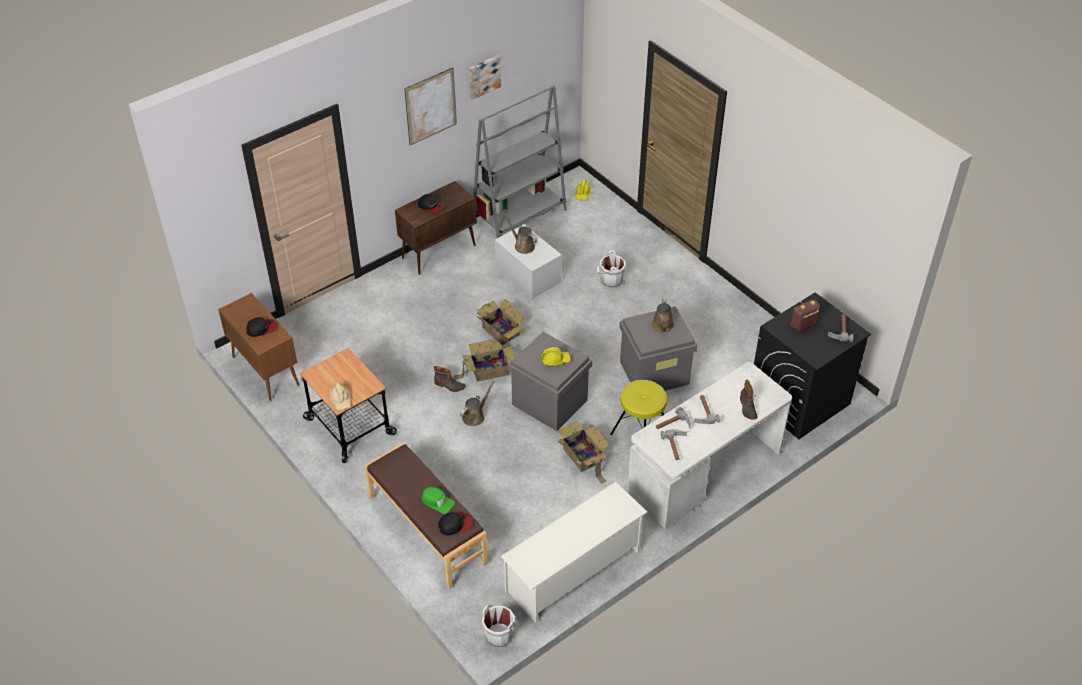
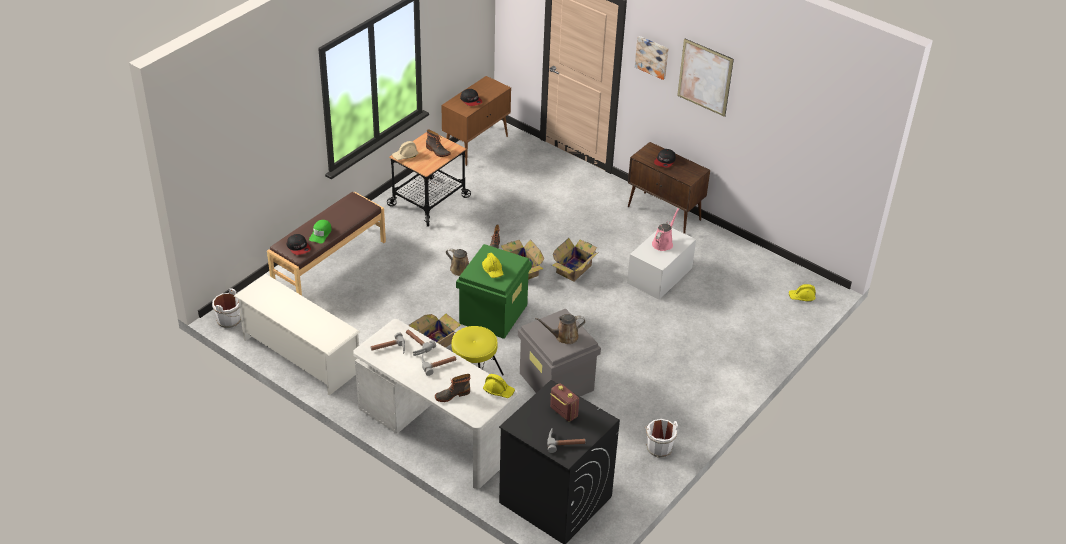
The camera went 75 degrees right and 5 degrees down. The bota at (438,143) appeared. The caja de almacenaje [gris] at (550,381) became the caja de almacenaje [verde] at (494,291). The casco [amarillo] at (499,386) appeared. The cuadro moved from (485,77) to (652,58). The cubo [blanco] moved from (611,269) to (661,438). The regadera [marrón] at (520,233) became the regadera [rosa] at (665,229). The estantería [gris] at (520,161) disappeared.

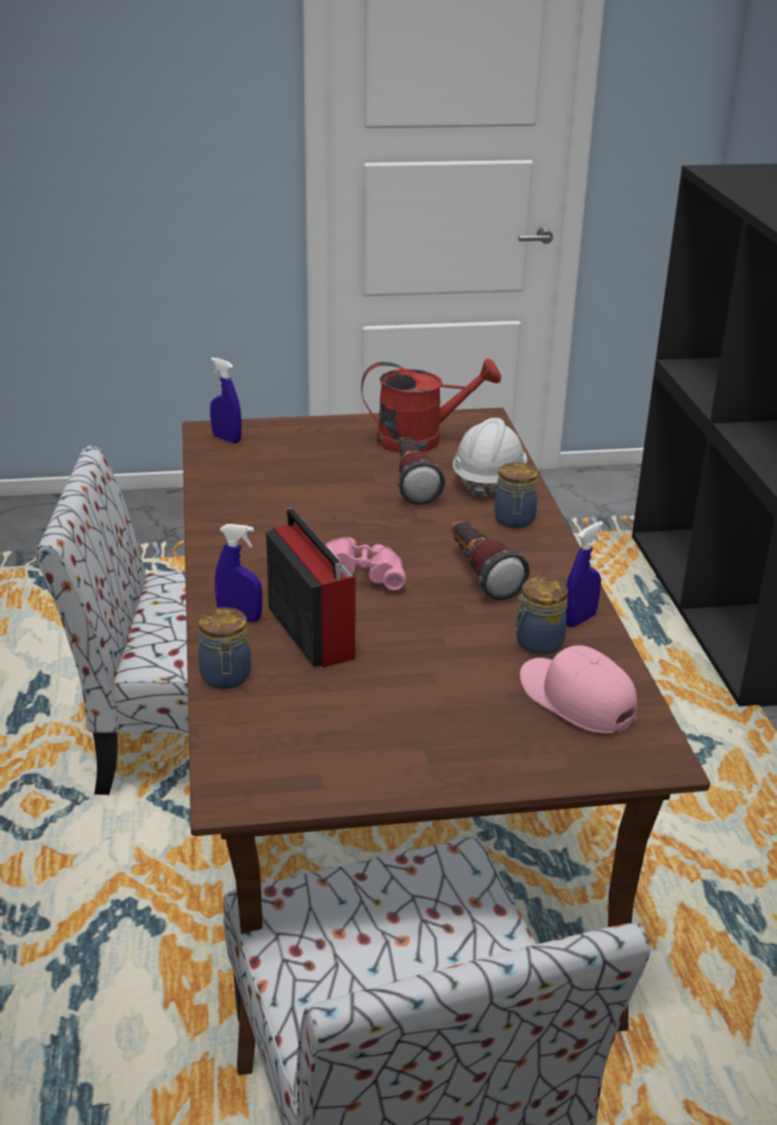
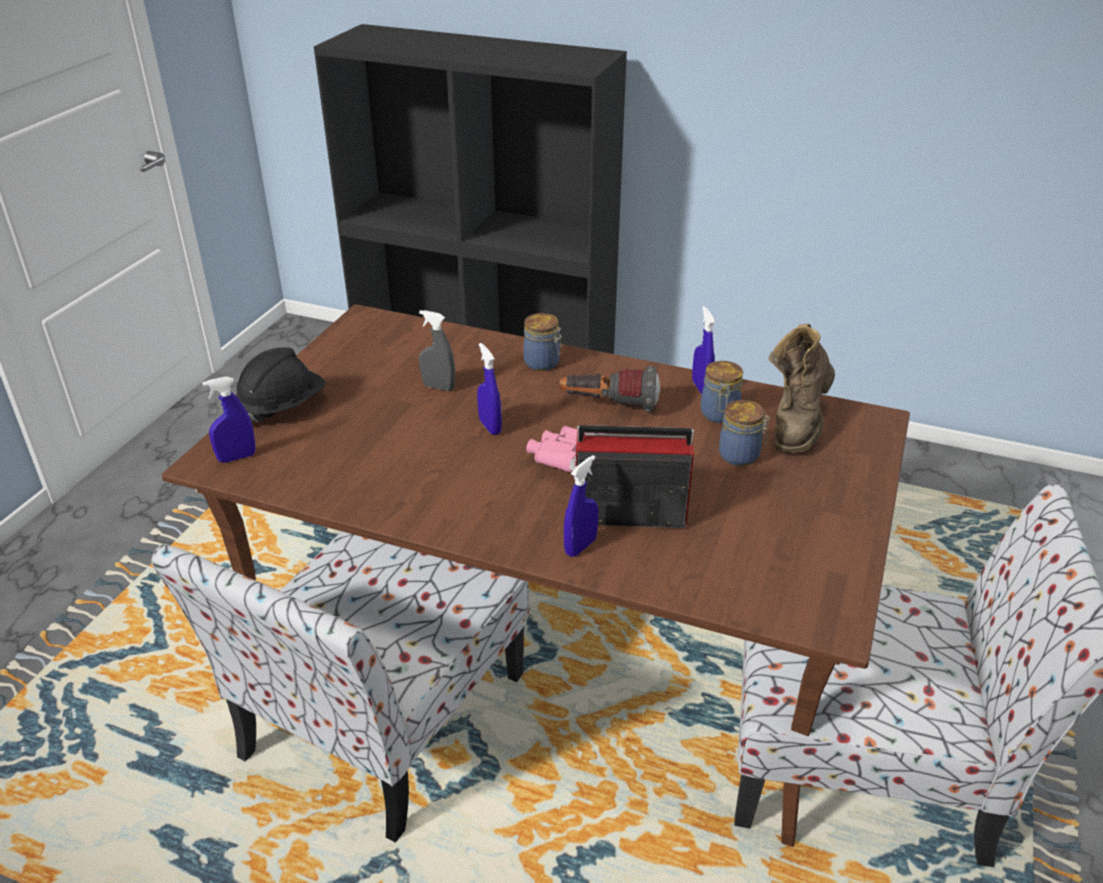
The camera went 60 degrees left and 5 degrees up. The casco [negro] at (280,385) appeared. The linterna at (421,471) was replaced by the pulverizador [gris] at (437,350). The pulverizador [azul] at (489,389) appeared. The tarro moved from (224,648) to (744,433). The gorra [rosa] at (578,689) was replaced by the bota [marrón] at (802,388). The regadera [rojo] at (431,406) disappeared. The casco [blanco] at (490,459) disappeared.

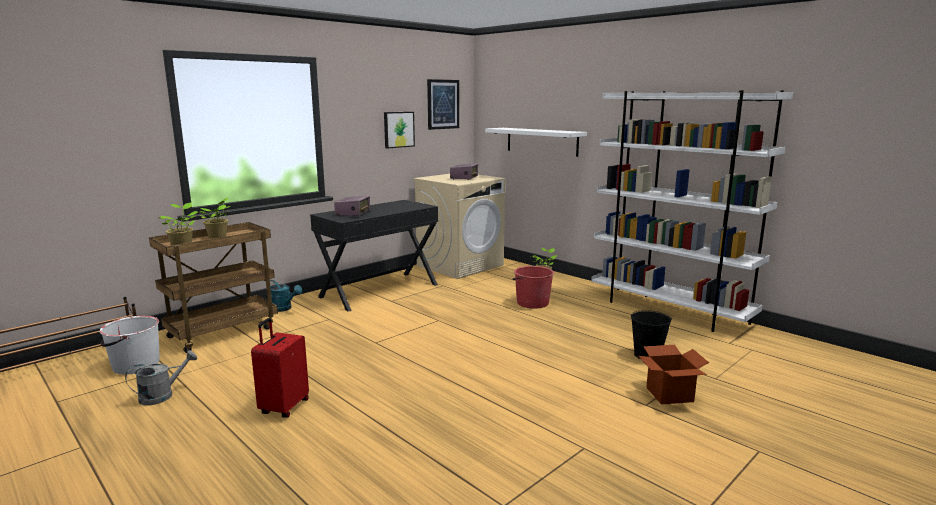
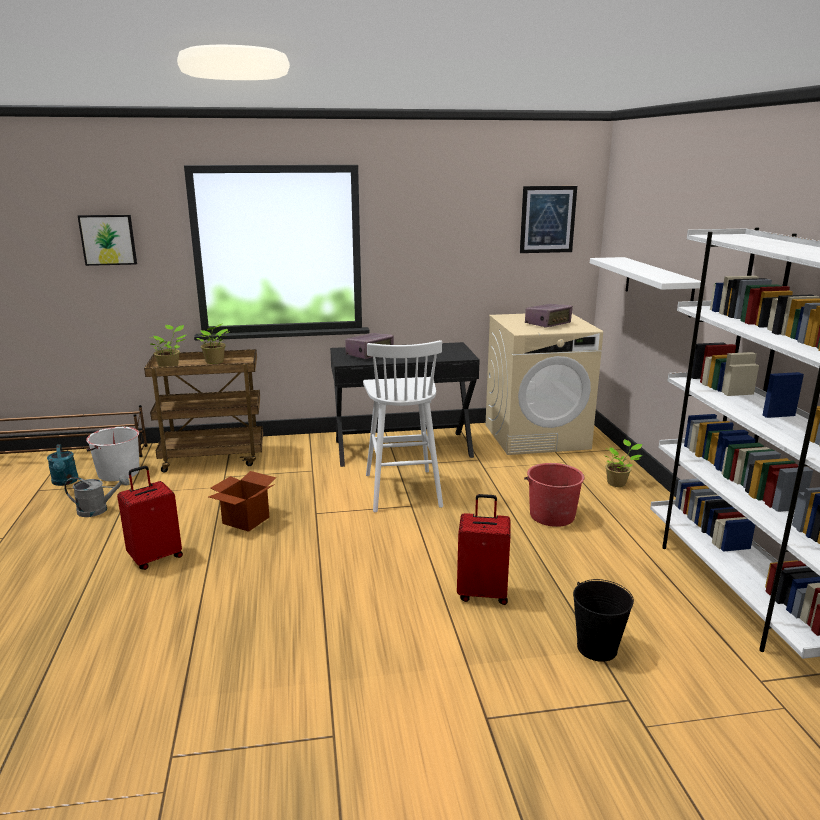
The camera went 35 degrees right and 5 degrees up. The regadera [turquesa] moved from (286,296) to (62,465). The cuadro moved from (399,130) to (107,240). The caja de cartón moved from (673,374) to (242,501). The taburete [blanco] at (403,426) appeared. The maleta [rojo] at (483,549) appeared.

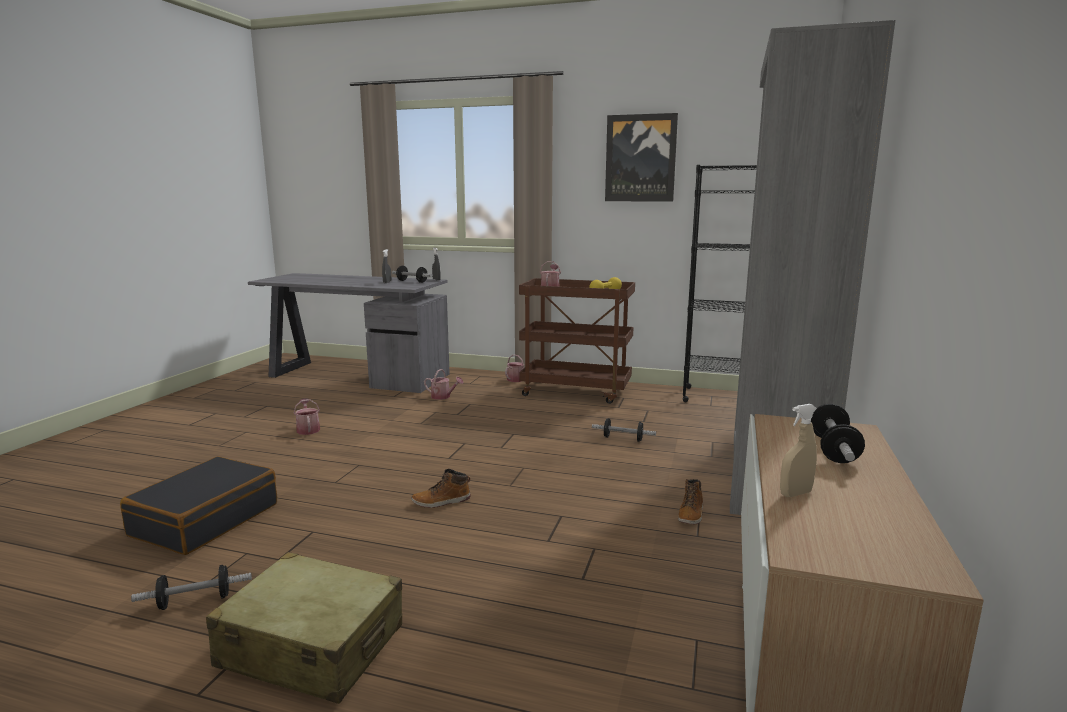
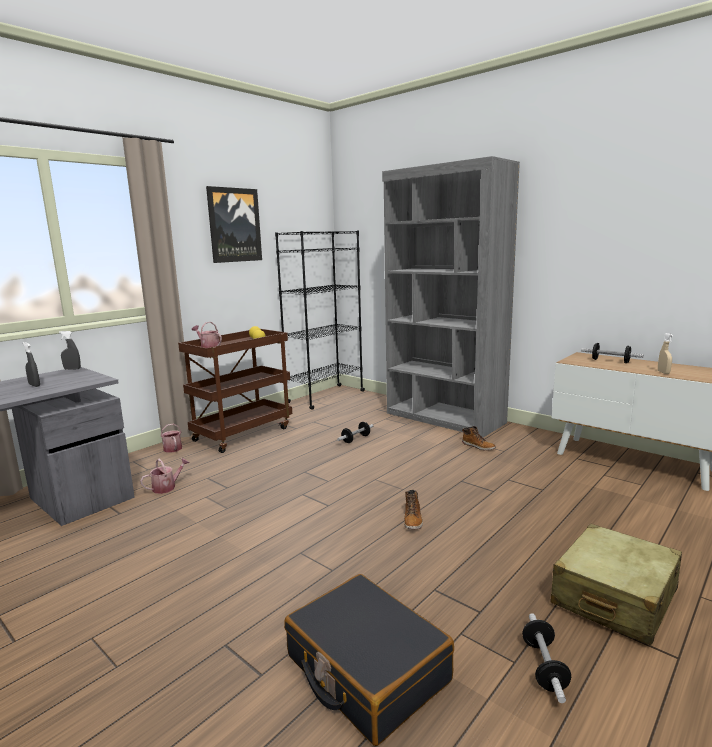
The camera went 65 degrees left and 0 degrees up. The regadera at (307,416) disappeared. The mancuerna at (412,274) disappeared.

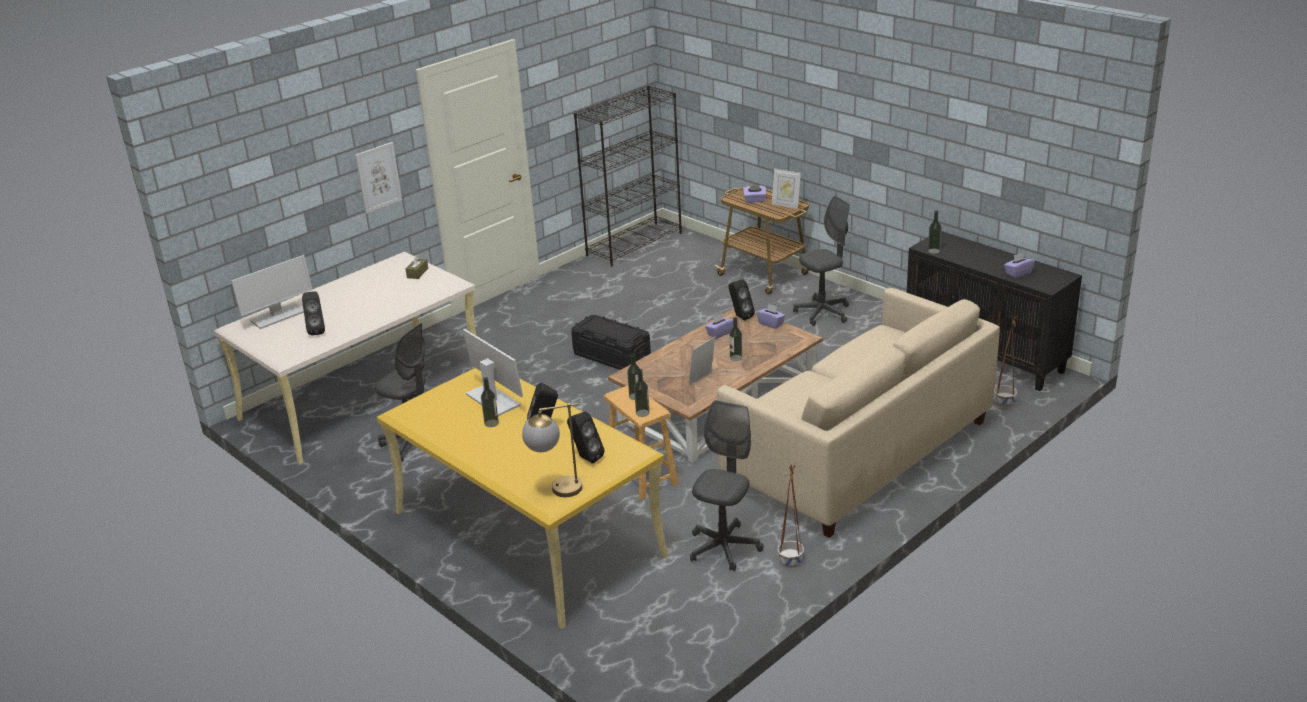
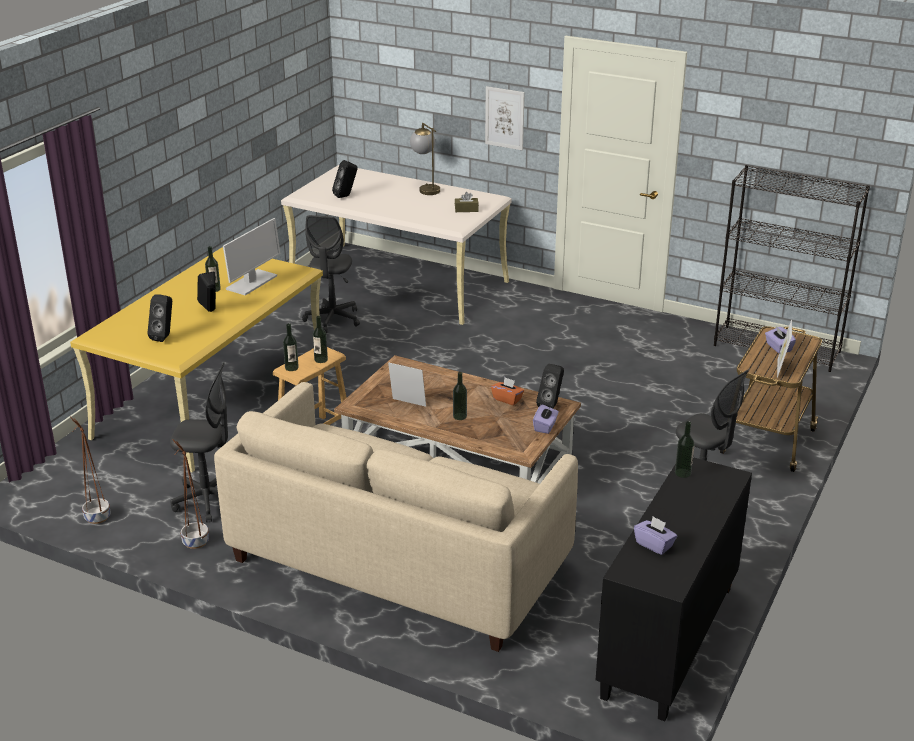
The camera went 70 degrees right and 0 degrees up. The maceta [marrón] moved from (1005,360) to (90,470). The lámpara de mesa moved from (552,450) to (425,159). The caja de pañuelos [morado] at (719,326) became the caja de pañuelos [naranja] at (507,391). The monitor at (272,292) disappeared. The caja de almacenaje [negro] at (611,342) disappeared.

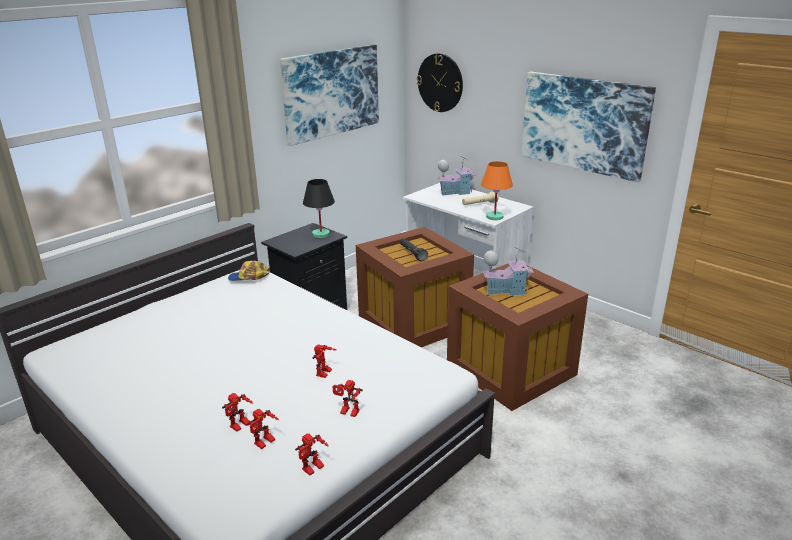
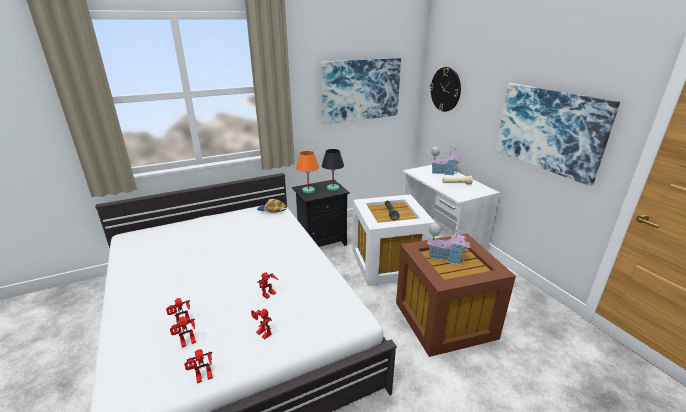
The camera went 20 degrees right and 0 degrees up. The lámpara de mesa [naranja] moved from (497,190) to (307,172). The caja de almacenaje [marrón] at (415,287) became the caja de almacenaje [blanco] at (394,240).

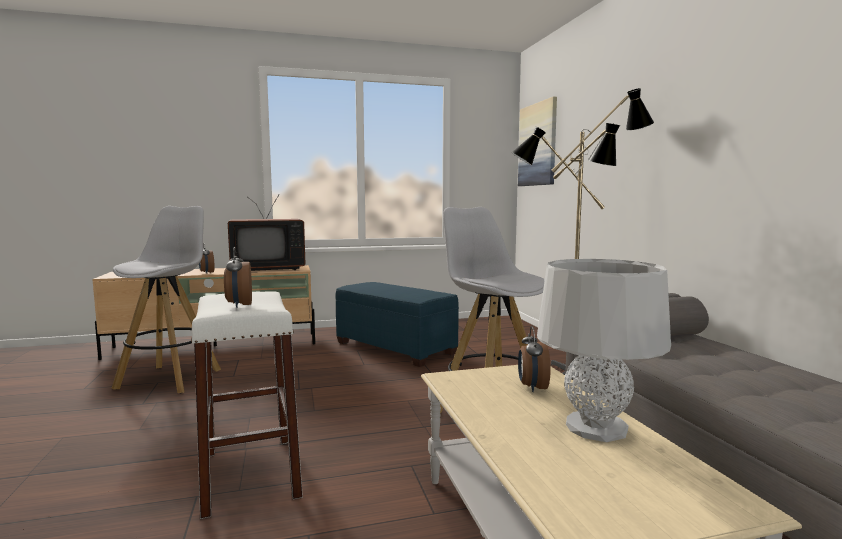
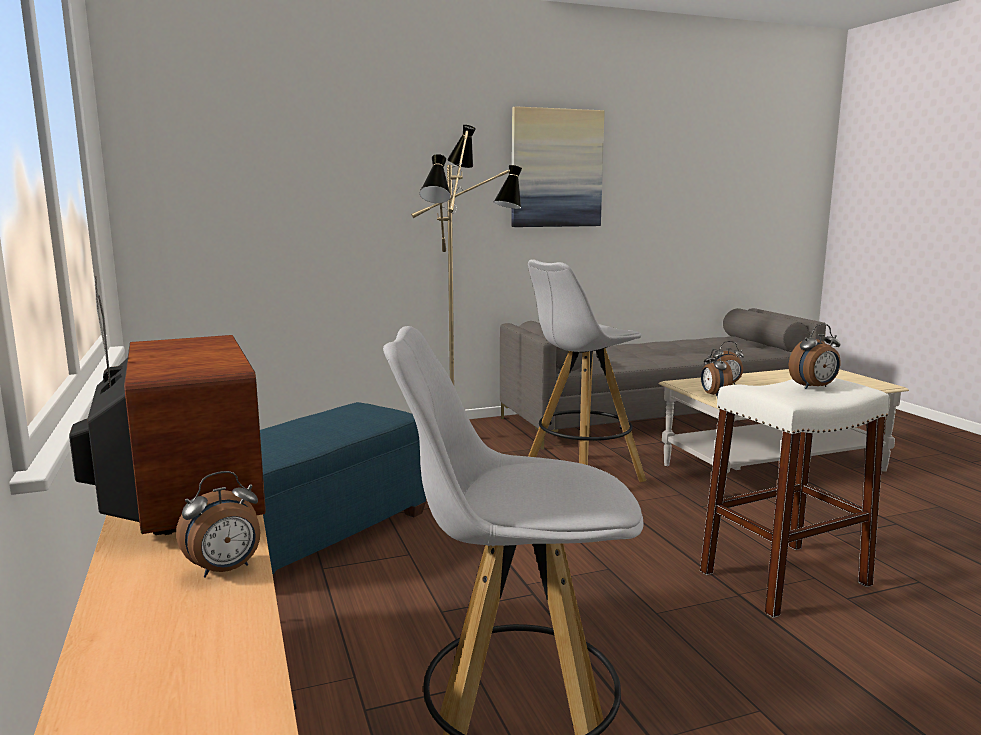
The camera went 95 degrees left and 5 degrees up. The cuadro moved from (537,141) to (558,166). The despertador at (717,373) appeared. The lámpara de mesa [gris] at (604,350) disappeared.

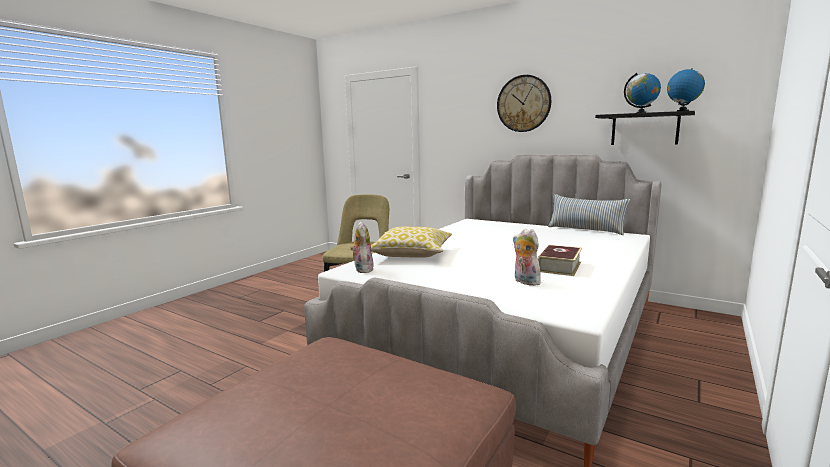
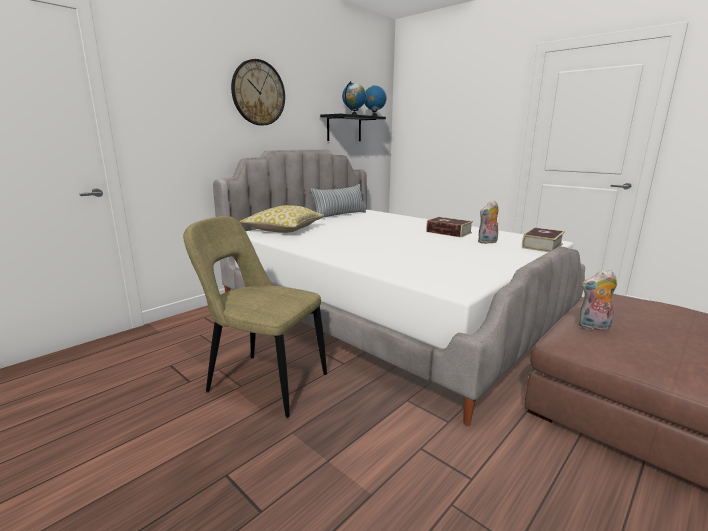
The camera went 80 degrees left and 5 degrees up. The cojín moved from (411,242) to (281,219). The libro at (543,240) appeared. The peluche moved from (362,247) to (598,301).

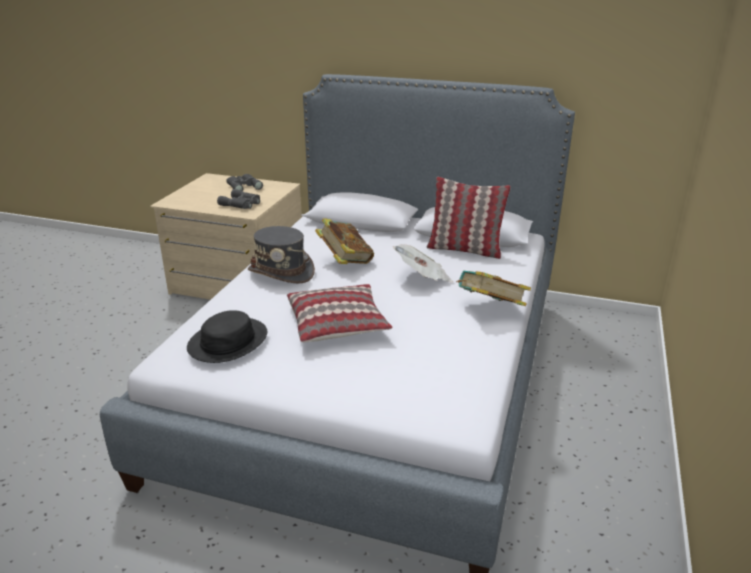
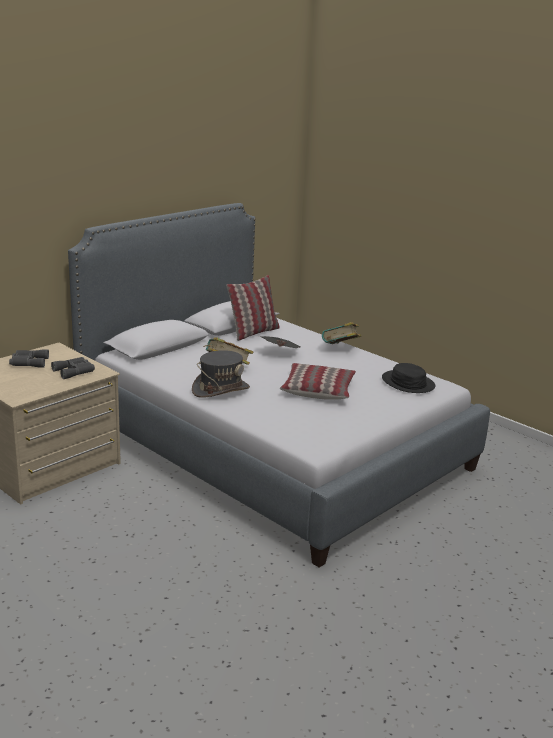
The camera went 65 degrees left and 5 degrees down. The sombrero [negro] moved from (227,336) to (408,378).

